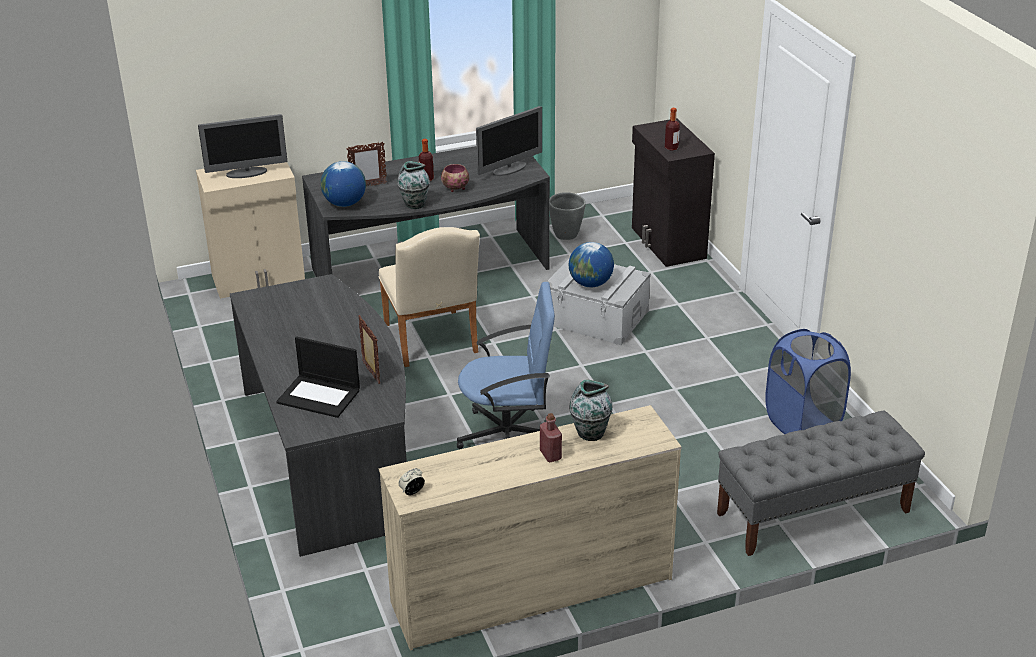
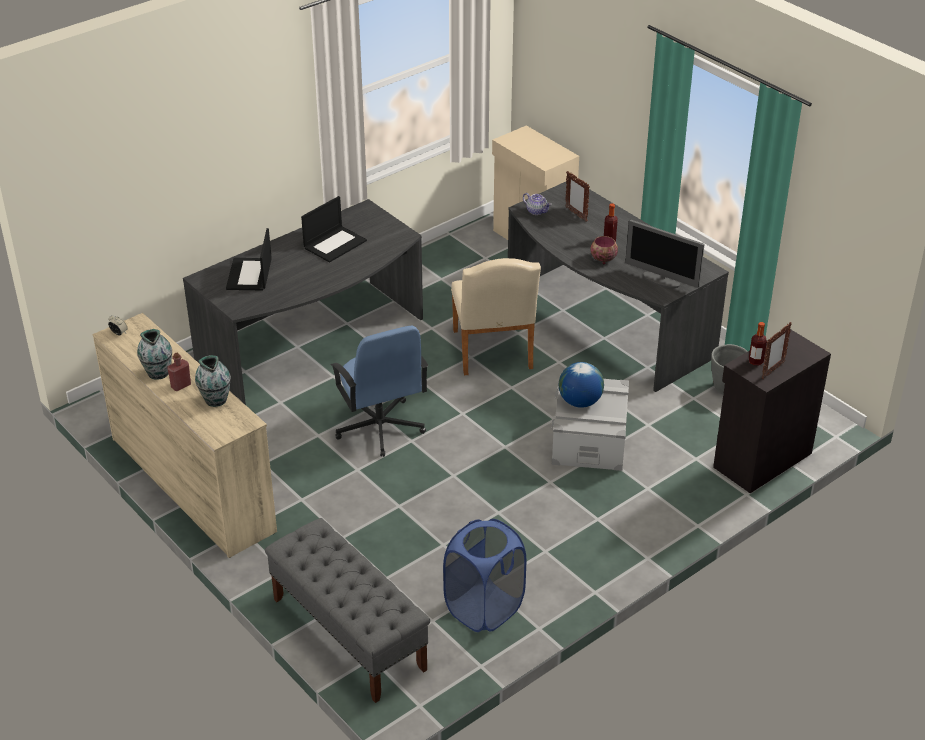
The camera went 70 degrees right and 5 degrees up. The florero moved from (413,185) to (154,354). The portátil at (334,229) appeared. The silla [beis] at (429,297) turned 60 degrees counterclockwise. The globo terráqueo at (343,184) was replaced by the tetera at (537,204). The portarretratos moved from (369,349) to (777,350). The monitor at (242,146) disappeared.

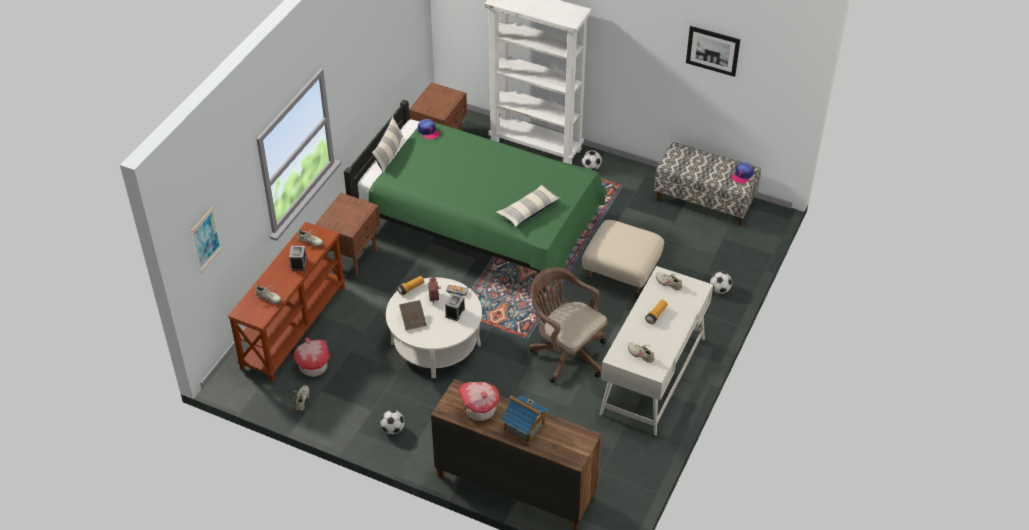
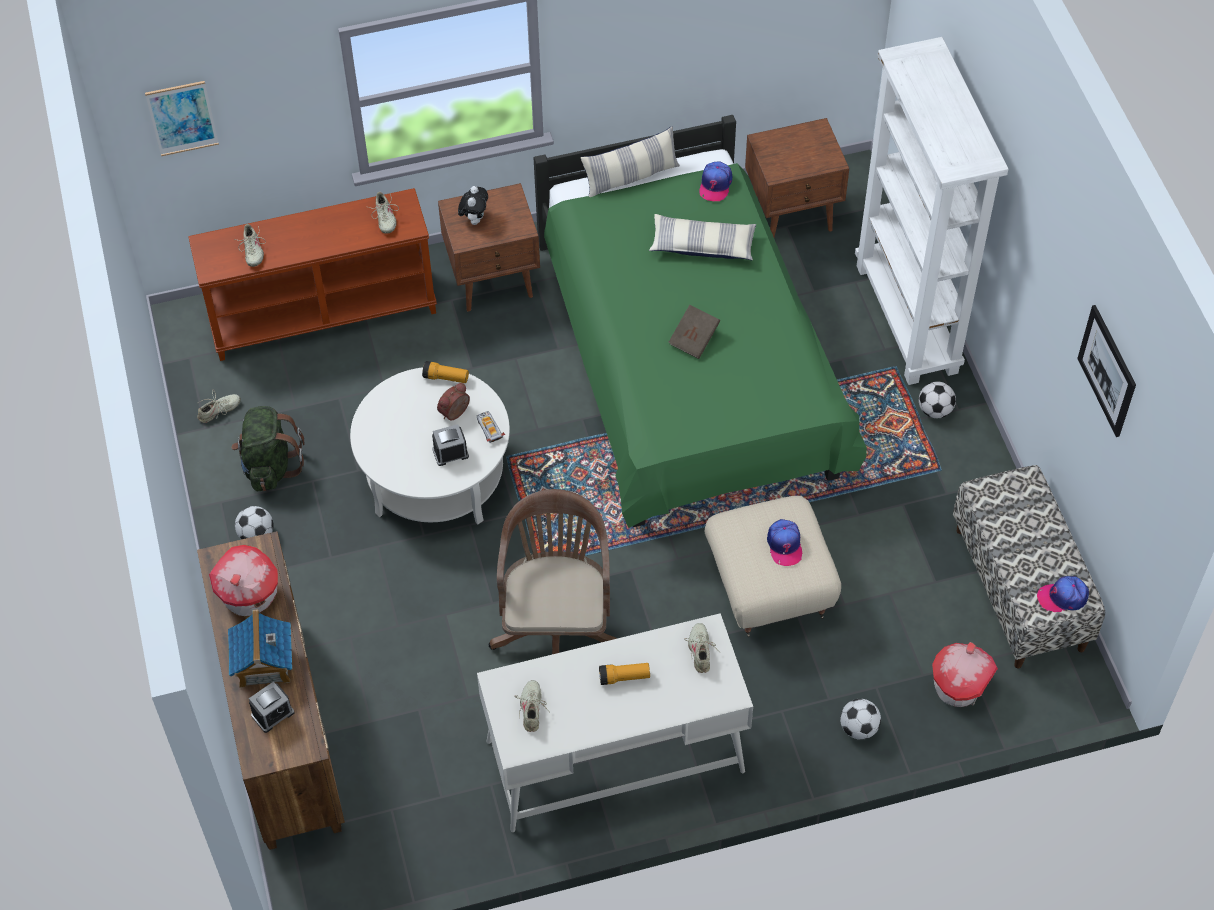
The camera went 50 degrees right and 10 degrees up. The mochila [verde] at (268,448) appeared. The despertador moved from (298,258) to (271,707). The peluche at (473,205) appeared. The cojín moved from (528,206) to (702,237). The libro [marrón] moved from (413,315) to (694,332). The gorra at (785,542) appeared. The casita moved from (312,357) to (965,674).

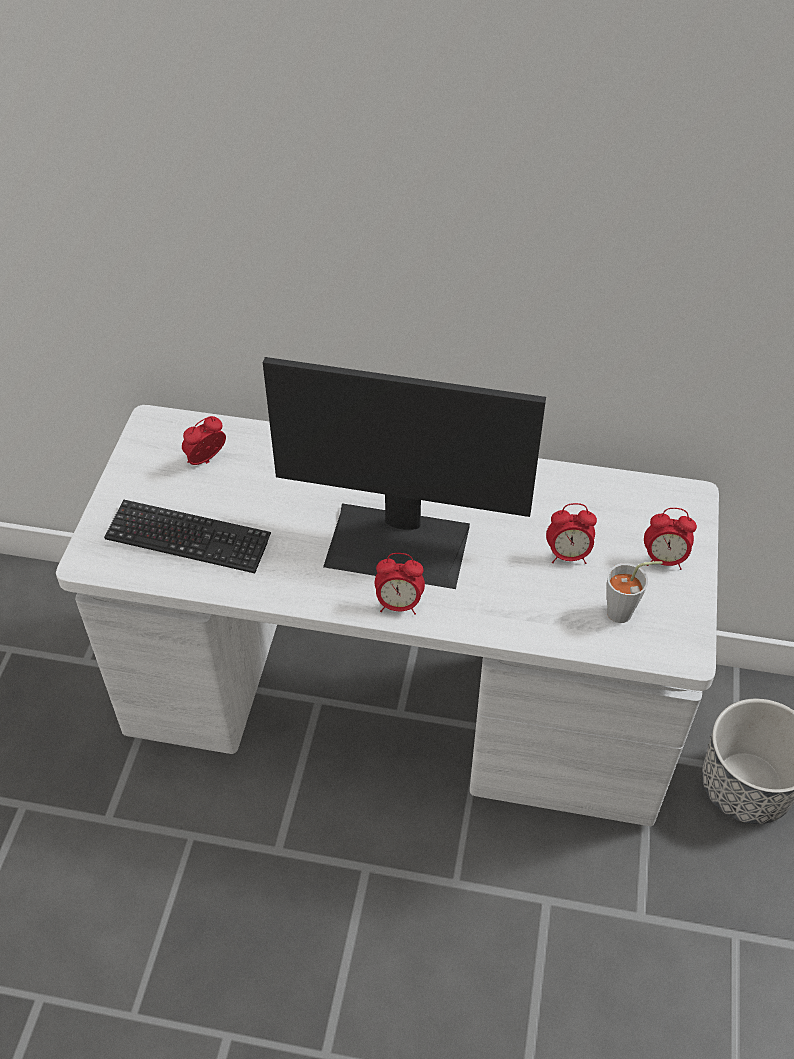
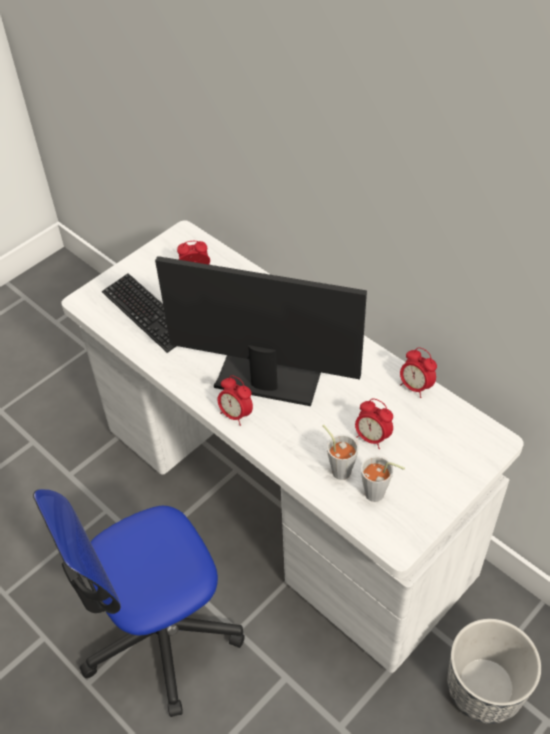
The camera went 35 degrees right and 0 degrees up. The silla de oficina at (139,603) appeared. The monitor at (404,473) turned 150 degrees clockwise. The taza [gris] at (340,452) appeared. The despertador moved from (670,539) to (418,372).

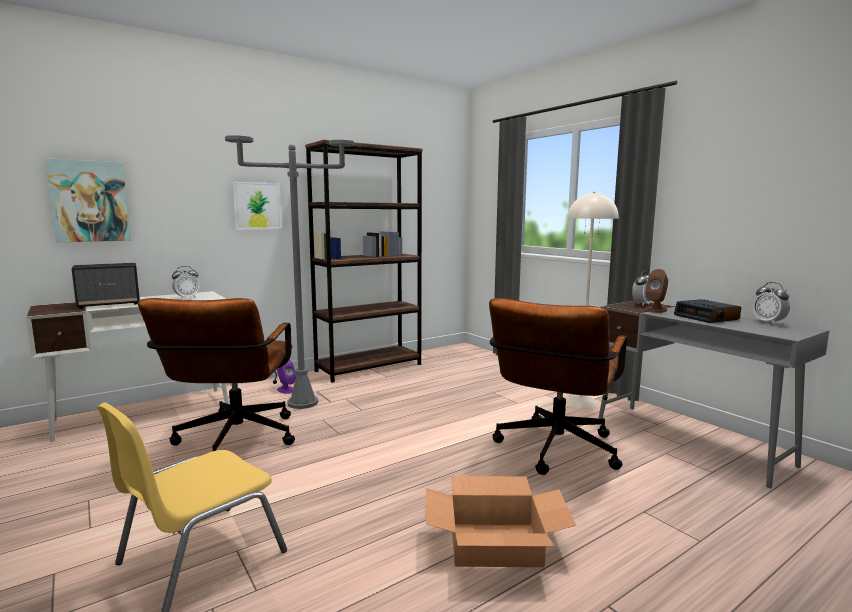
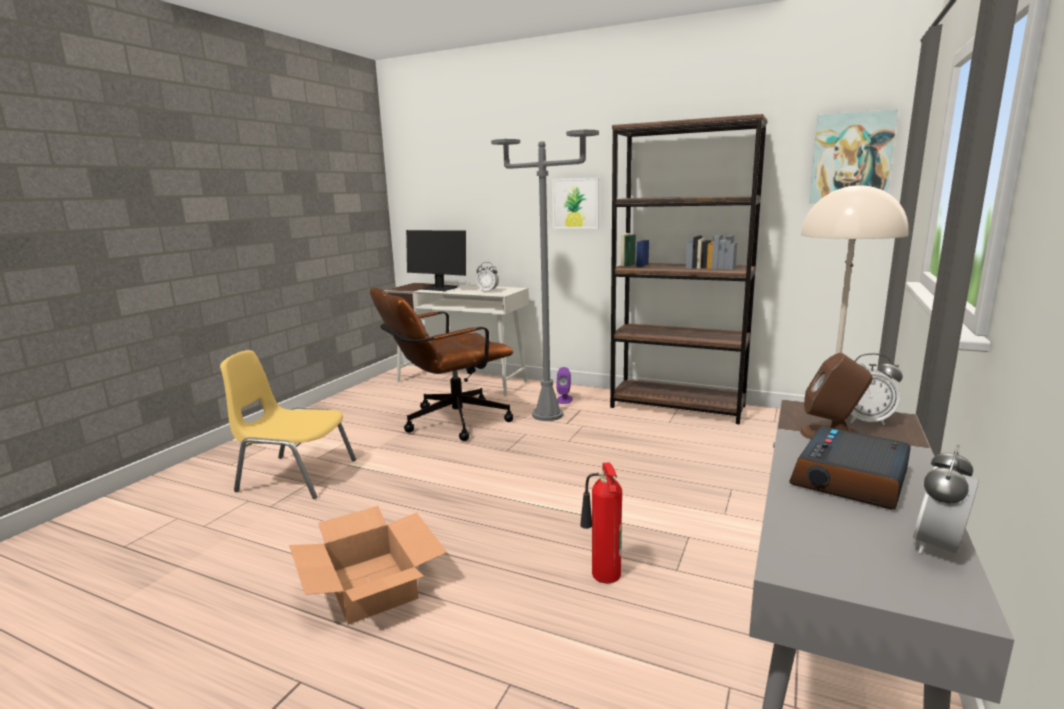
The camera went 60 degrees right and 5 degrees up. The altavoz at (105,286) was replaced by the monitor at (436,260). The silla de oficina [marrón] at (558,386) was replaced by the extintor at (601,522). The cuadro moved from (88,200) to (853,156).

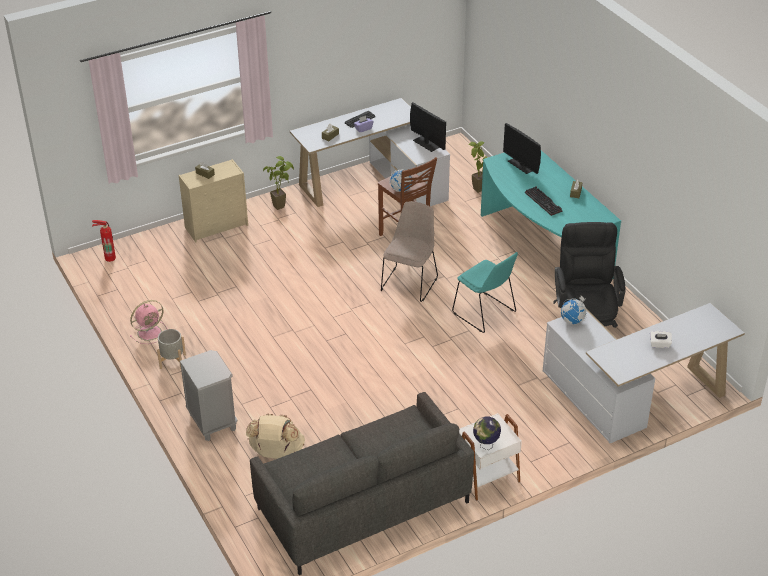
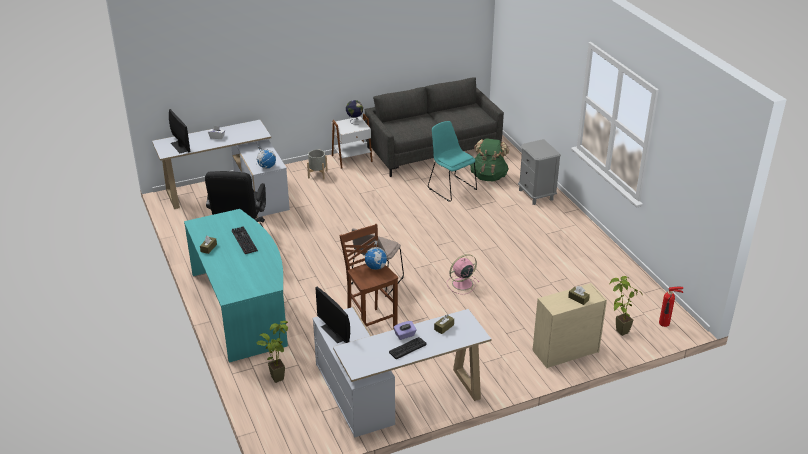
The camera went 175 degrees left and 5 degrees down. The monitor moved from (522,148) to (179,131). The maceta [gris] moved from (171,349) to (317,164). The silla [turquesa] moved from (485,292) to (452,161). The ventilador [rosa] moved from (148,322) to (463,274). The mochila [beis] at (275,436) became the mochila [verde] at (489,159). The planta en maceta moved from (278,183) to (626,306).

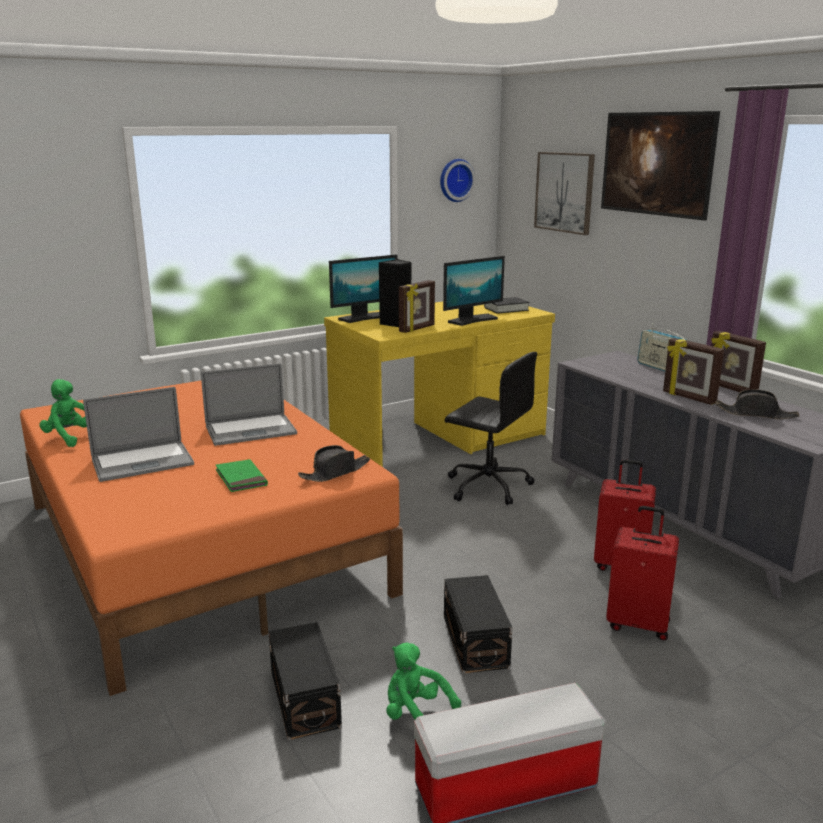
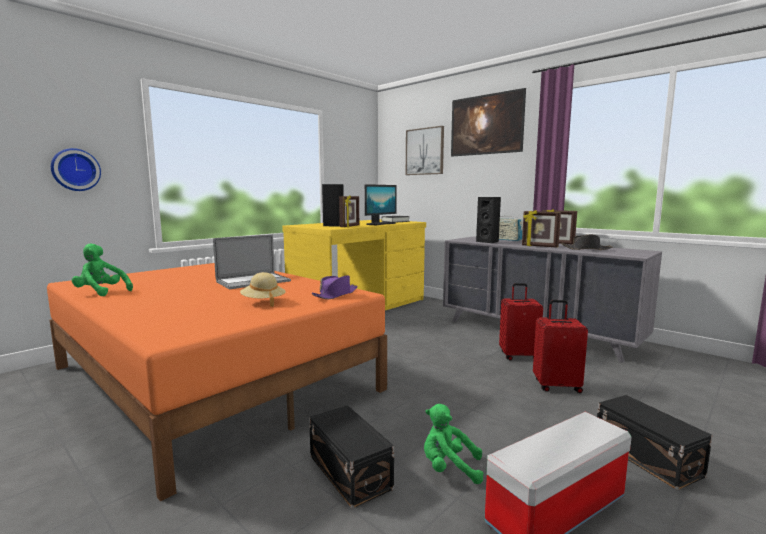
The camera went 15 degrees left and 10 degrees down. The reloj de pared moved from (457,180) to (76,169). The libro [verde] at (242,475) was replaced by the sombrero [beis] at (263,289). The sombrero [negro] at (334,463) became the sombrero [morado] at (335,287). The altavoz [negro] at (488,220) appeared. The caja de almacenaje [negro] moved from (478,624) to (654,442). The portátil at (138,434) disappeared. The monitor at (363,288) disappeared. The silla de oficina [negro] at (491,428) disappeared.

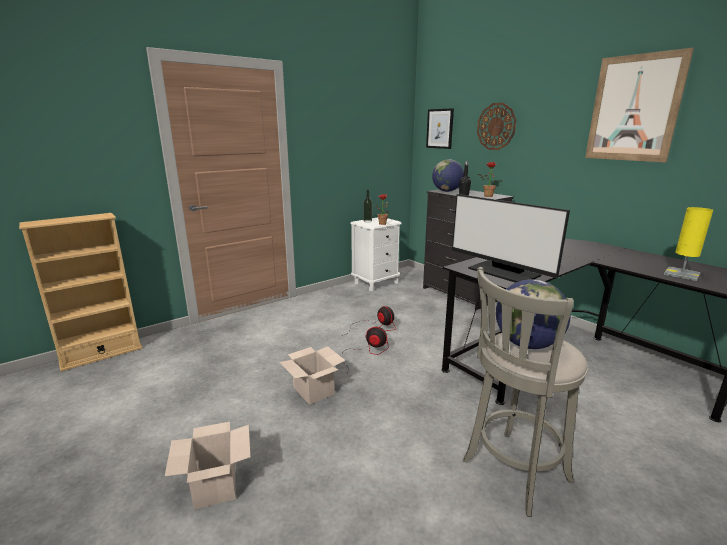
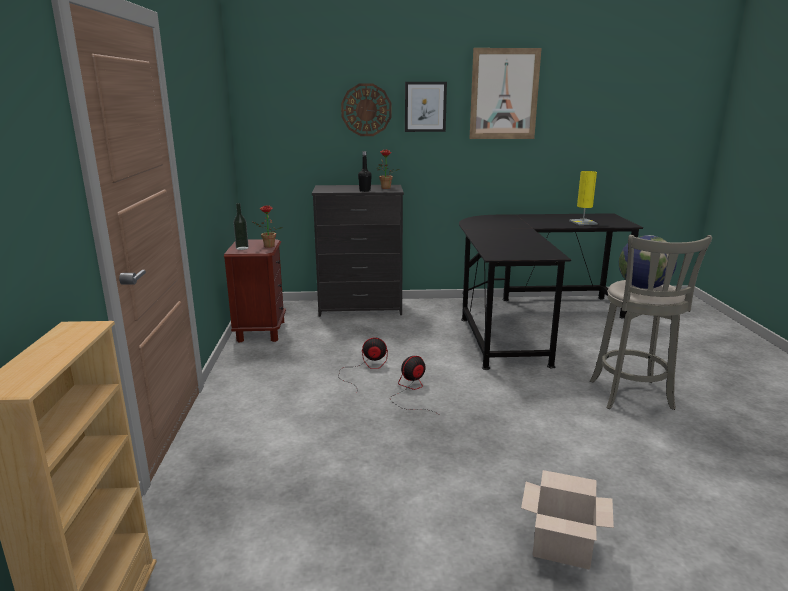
The camera went 55 degrees left and 0 degrees up. The mesita de noche [blanco] at (376,254) became the mesita de noche [marrón] at (255,291). The cuadro moved from (440,128) to (426,107). The caja de cartón at (312,375) disappeared. The globo terráqueo at (448,175) disappeared. The monitor at (511,238) disappeared.

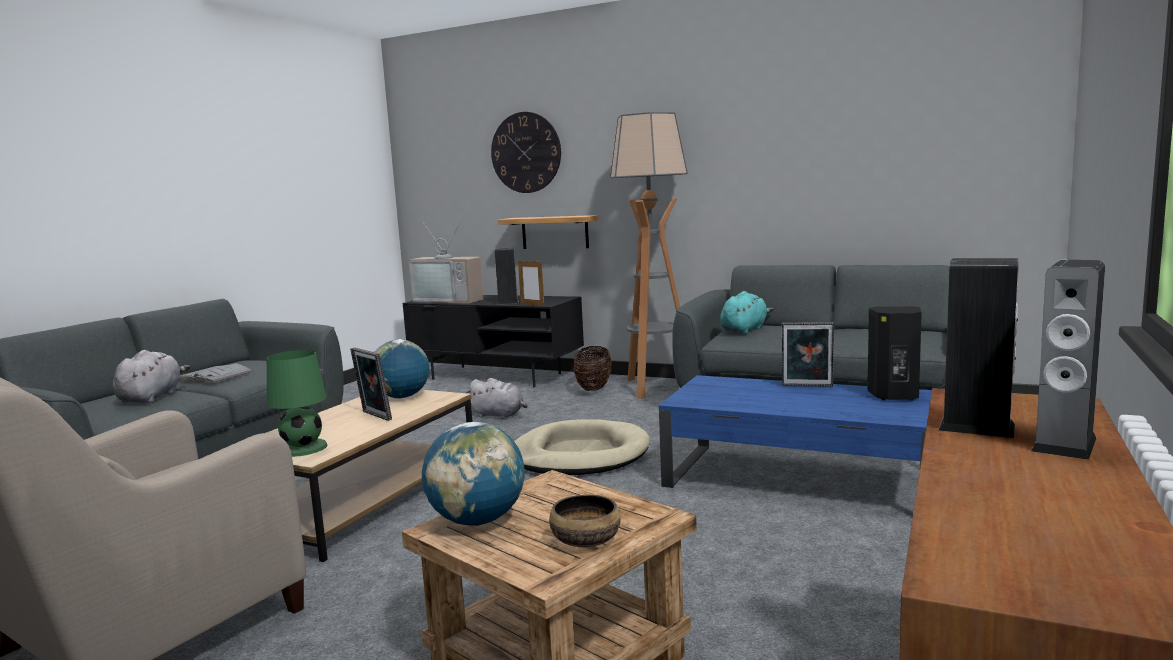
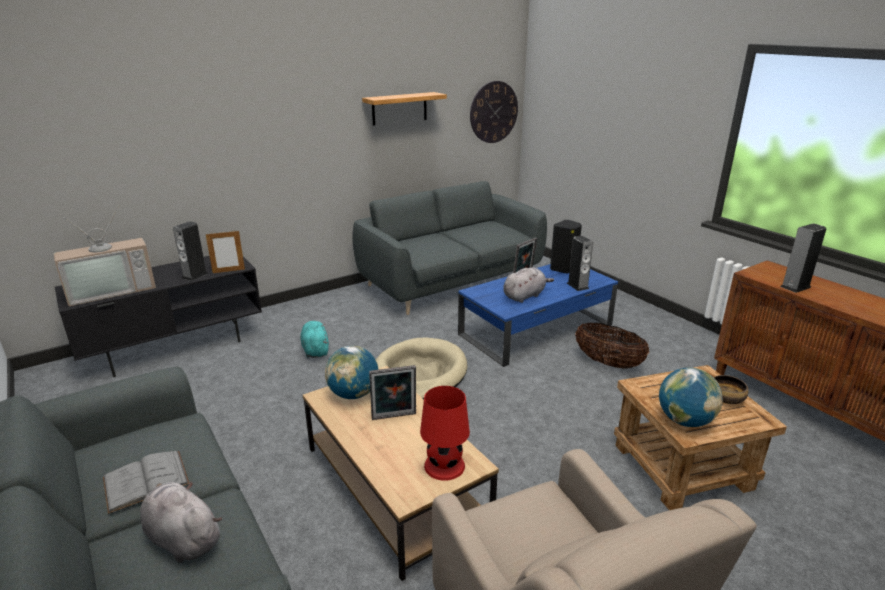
The camera went 60 degrees left and 15 degrees up. The peluche [turquesa] moved from (746,312) to (314,339). The estante moved from (548,232) to (404,109). The lámpara de mesa [verde] at (297,403) became the lámpara de mesa [rojo] at (445,433). The reloj de pared moved from (526,152) to (494,112). The peluche [gris] moved from (497,398) to (528,285). The altavoz moved from (1068,360) to (580,263). The cesta moved from (593,368) to (612,346). The lámpara de pie at (649,255) disappeared.

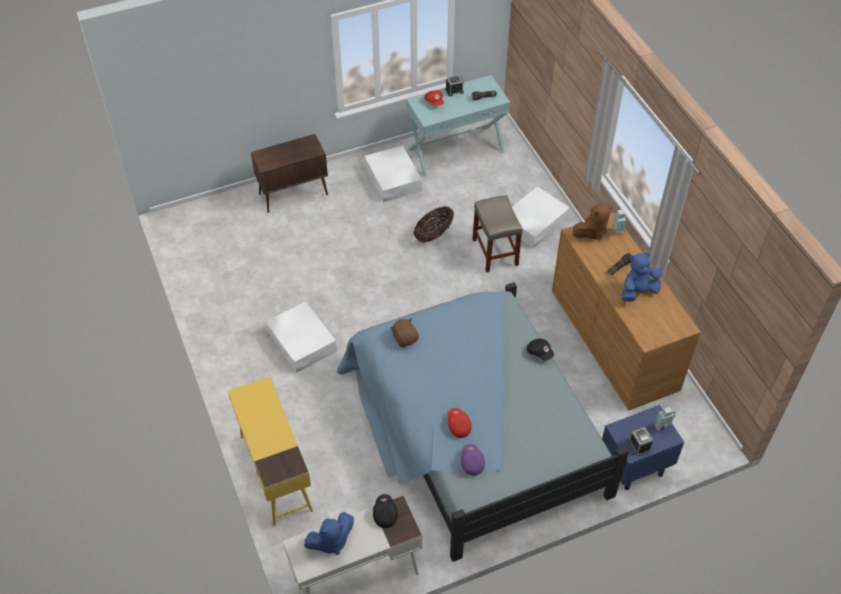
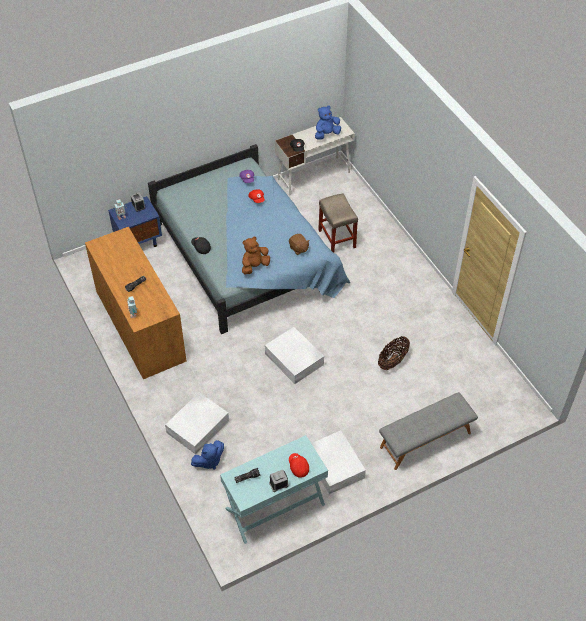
The camera went 175 degrees right and 0 degrees up. The peluche [azul] moved from (641,277) to (207,455). The peluche [marrón] moved from (592,222) to (256,255). The caja de almacenaje [blanco] moved from (301,337) to (294,355). The taburete [beis] moved from (497,234) to (338,223). The cesta moved from (434,224) to (394,353). The armario [marrón] at (289,173) was replaced by the banco [gris] at (428,431). The escritorio [amarillo] at (270,451) disappeared.

